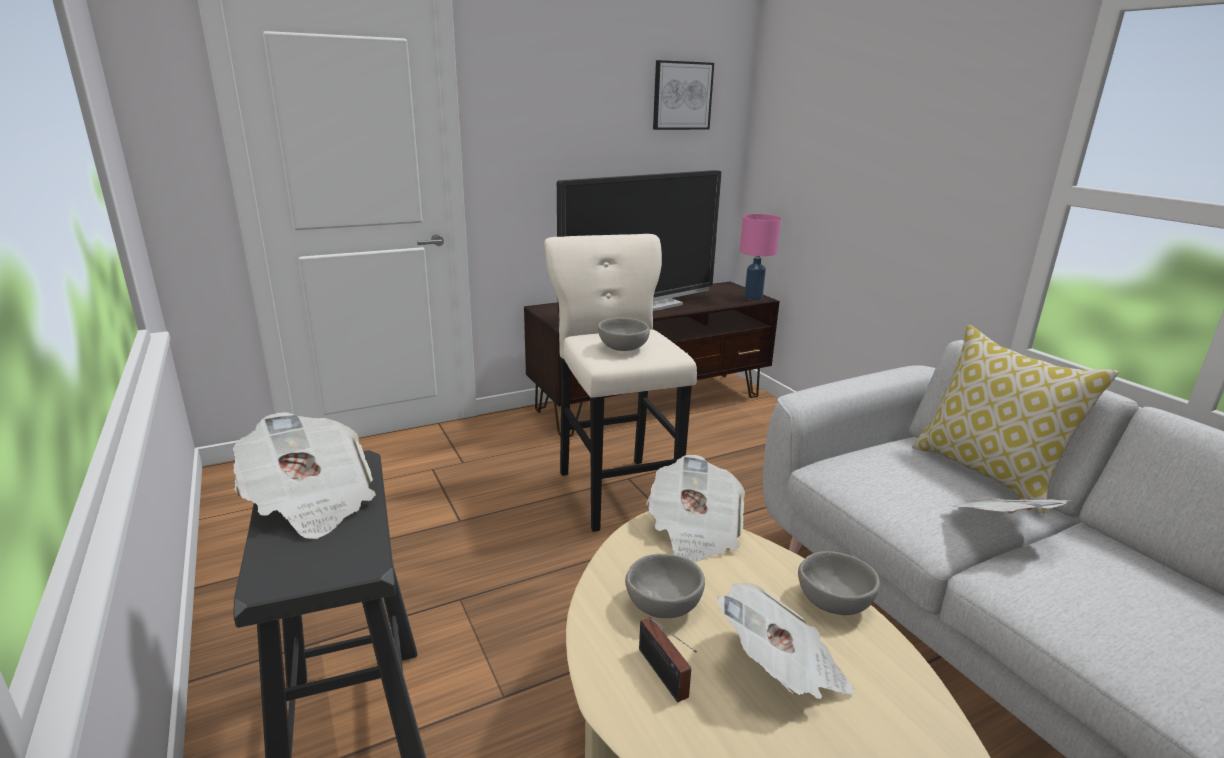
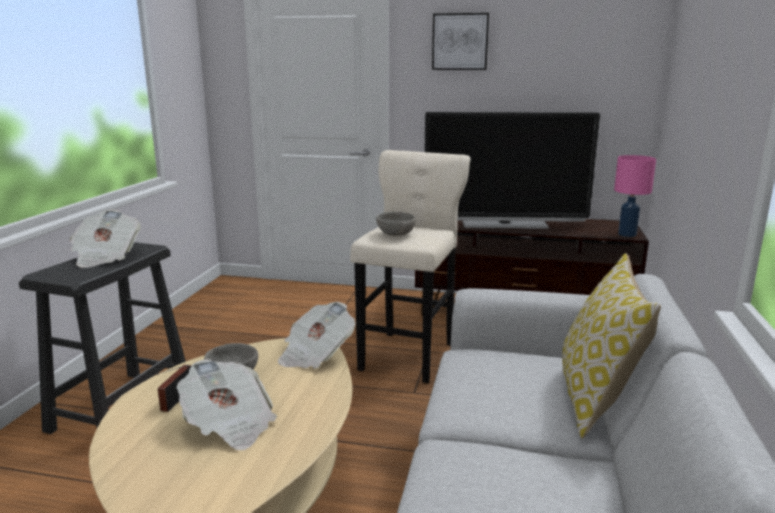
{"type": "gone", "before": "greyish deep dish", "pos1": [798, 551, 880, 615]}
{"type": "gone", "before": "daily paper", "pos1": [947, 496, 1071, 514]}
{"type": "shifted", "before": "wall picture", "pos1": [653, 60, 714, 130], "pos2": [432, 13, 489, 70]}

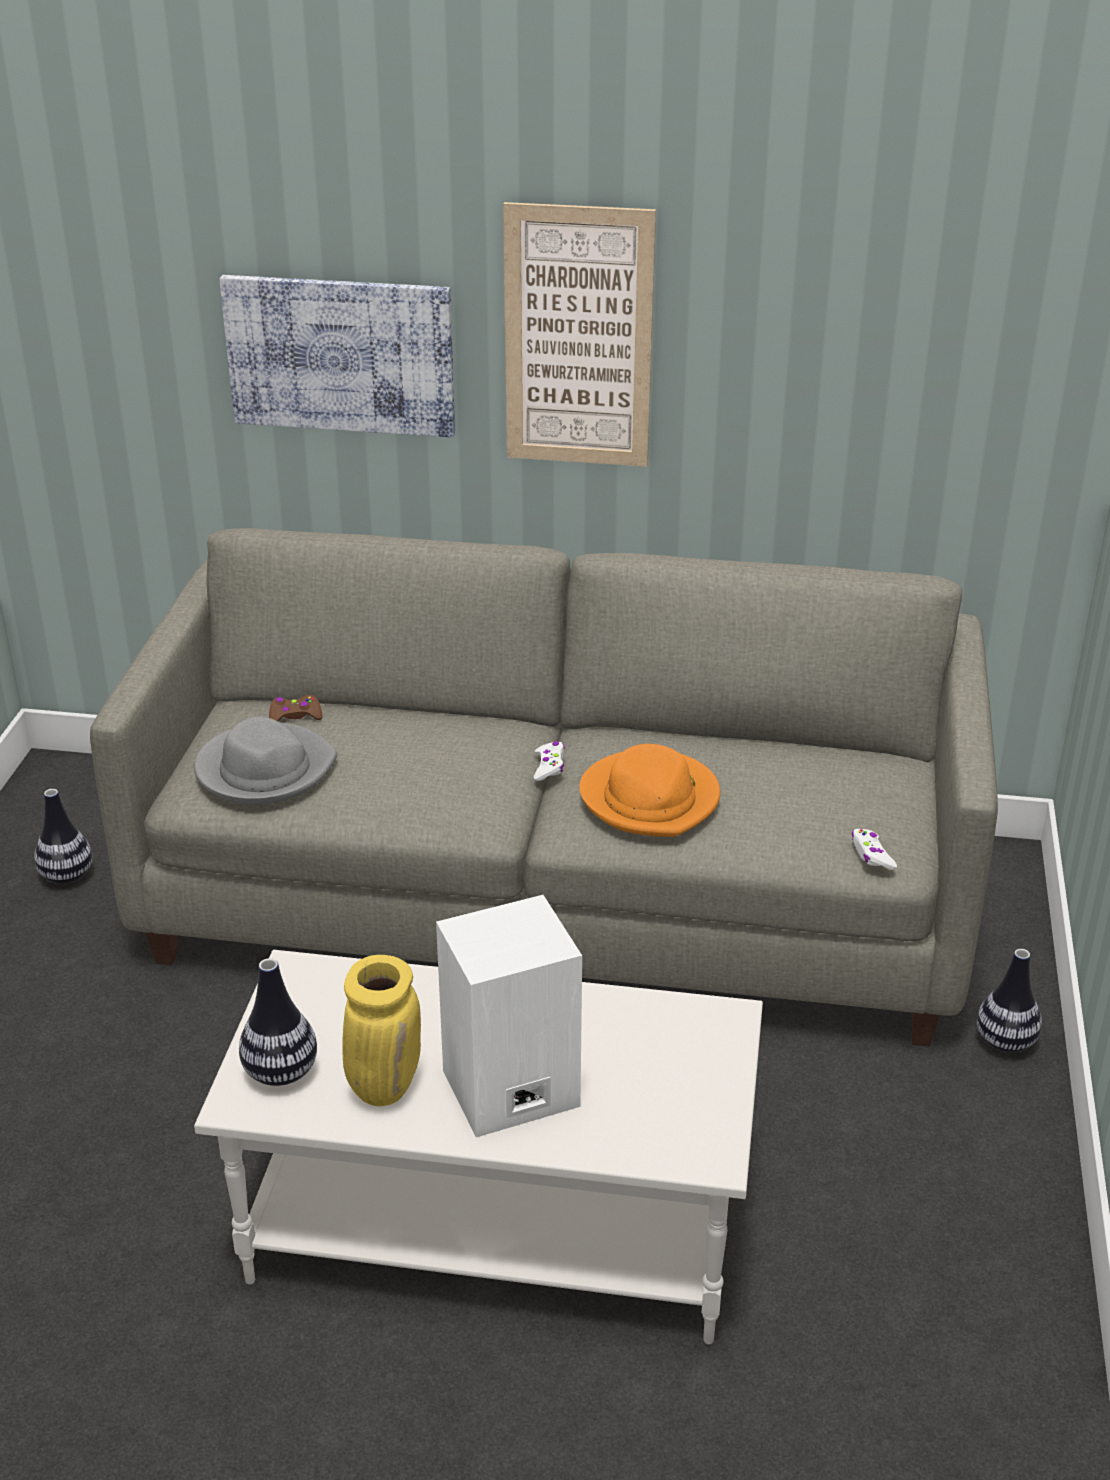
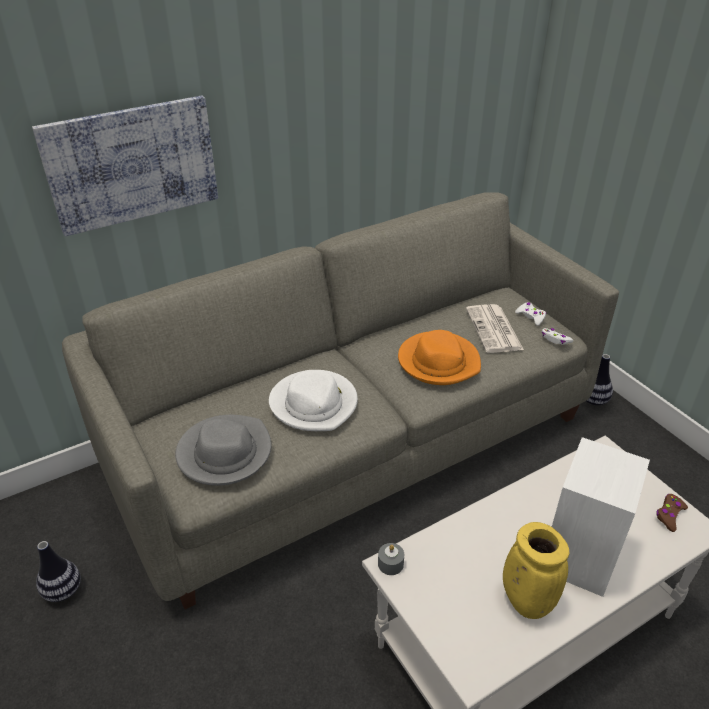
{"type": "gone", "before": "decorative vase", "pos1": [239, 958, 317, 1086]}
{"type": "gone", "before": "wall picture", "pos1": [503, 202, 656, 467]}
{"type": "new", "after": "white clothing hat", "pos2": [269, 370, 358, 431]}
{"type": "new", "after": "greyish wax light", "pos2": [378, 543, 404, 575]}
{"type": "new", "after": "daily paper", "pos2": [466, 304, 524, 353]}
{"type": "shifted", "before": "brown game controller", "pos1": [269, 695, 322, 721], "pos2": [656, 494, 688, 532]}
{"type": "shifted", "before": "white game controller", "pos1": [534, 741, 565, 781], "pos2": [515, 302, 546, 326]}

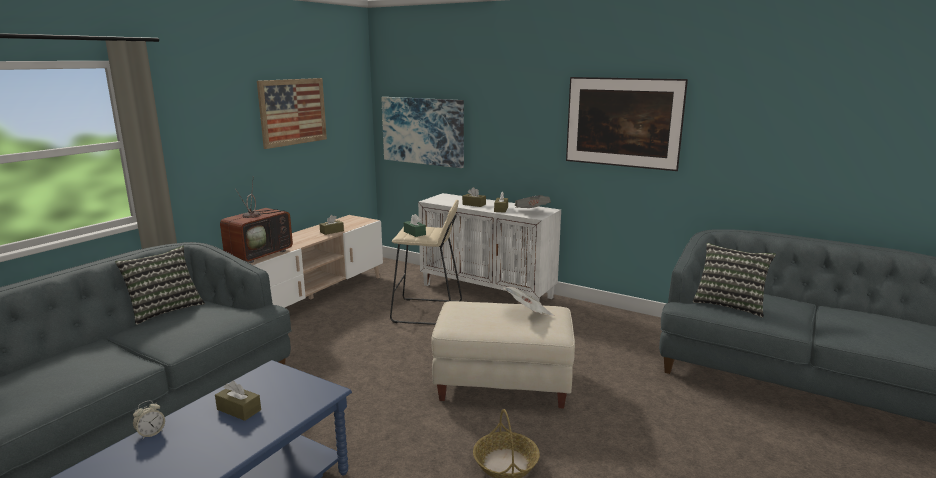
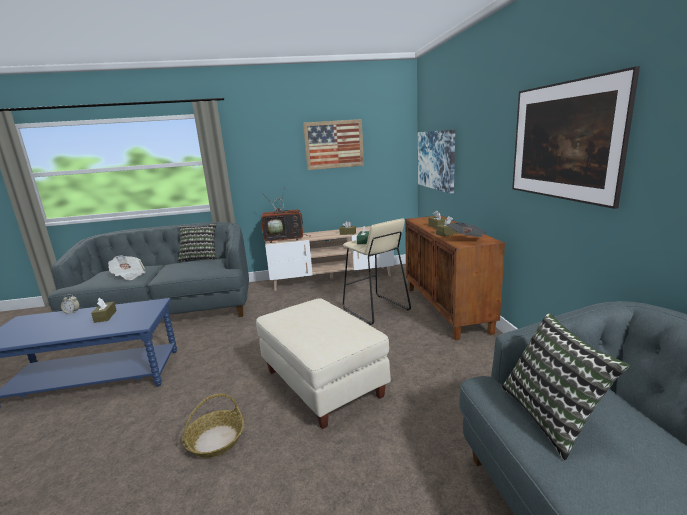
{"type": "shifted", "before": "daily paper", "pos1": [504, 287, 555, 316], "pos2": [108, 255, 145, 280]}
{"type": "repainted", "before": "white cupboard", "after": "brown cupboard", "pos1": [418, 193, 561, 302], "pos2": [405, 215, 505, 340]}

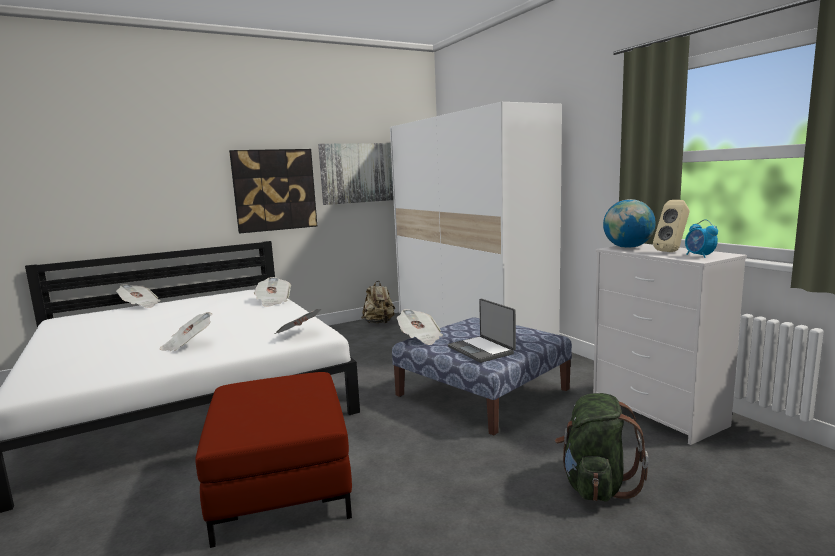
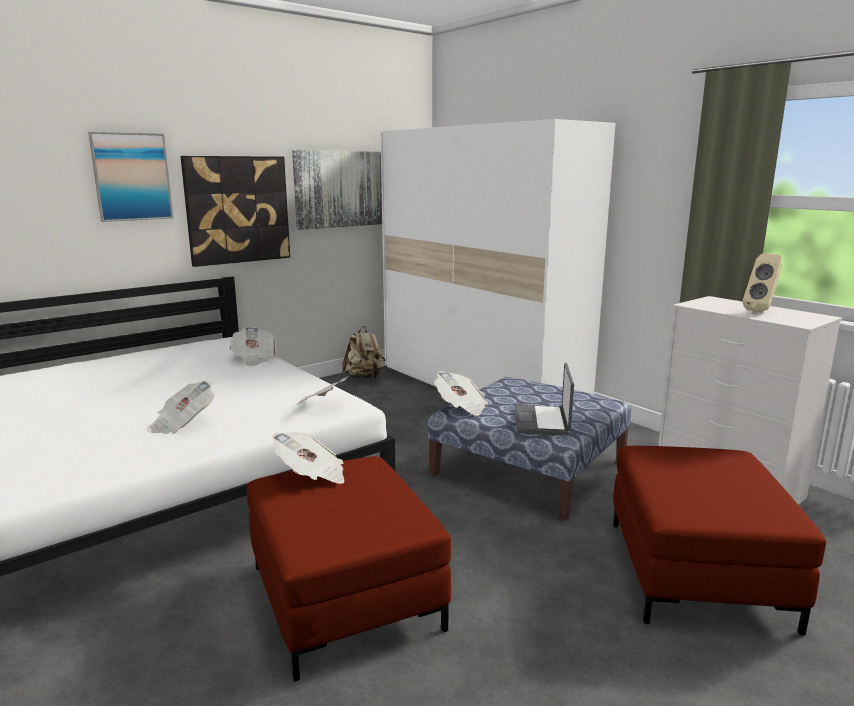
{"type": "gone", "before": "world globe", "pos1": [603, 199, 656, 248]}
{"type": "gone", "before": "table clock", "pos1": [685, 219, 718, 258]}
{"type": "new", "after": "wall picture", "pos2": [88, 132, 174, 222]}
{"type": "shifted", "before": "daily paper", "pos1": [116, 284, 161, 308], "pos2": [272, 432, 344, 484]}
{"type": "swapped", "before": "greenish rucksack", "after": "red-coloured footrest", "pos1": [555, 393, 649, 501], "pos2": [613, 446, 826, 635]}
{"type": "rotated", "before": "portable computer", "pos1": [448, 298, 516, 363], "pos2": [515, 363, 574, 435], "turn": 45}

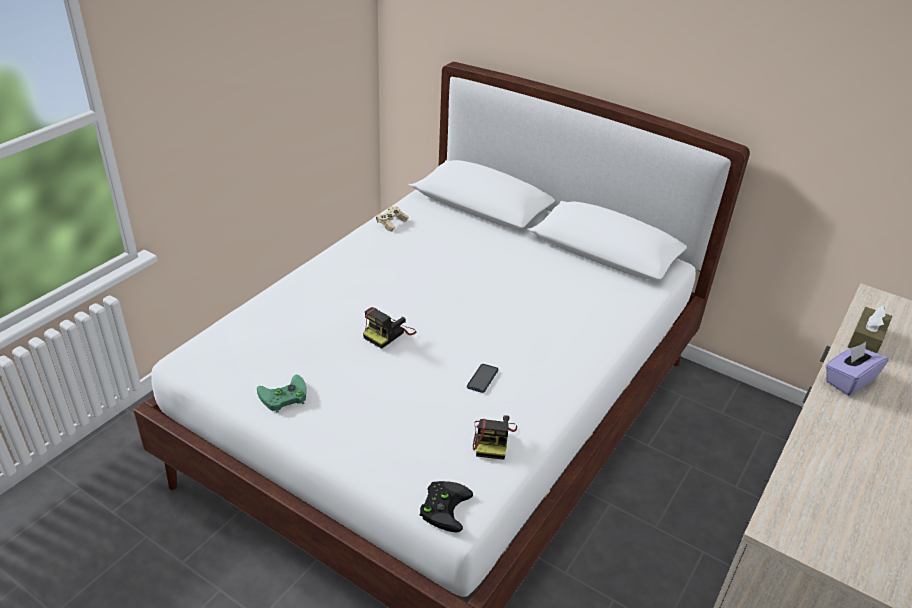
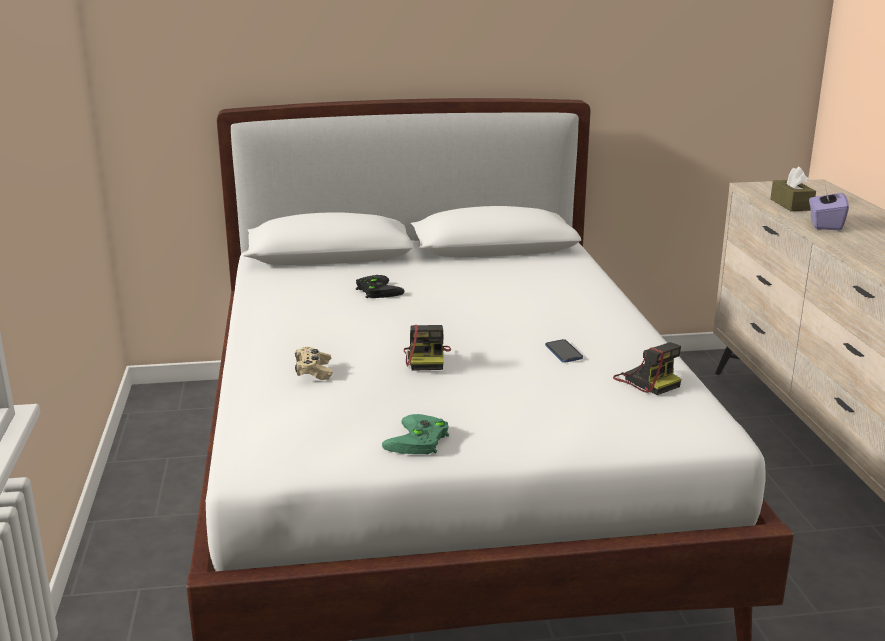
{"type": "shifted", "before": "beige game controller", "pos1": [376, 206, 409, 232], "pos2": [295, 347, 333, 380]}
{"type": "shifted", "before": "black game controller", "pos1": [420, 481, 473, 532], "pos2": [356, 275, 404, 298]}

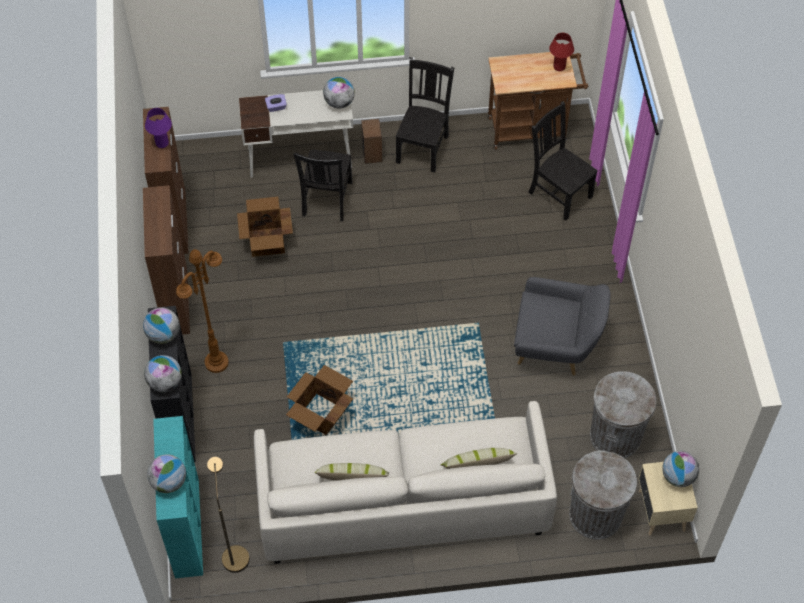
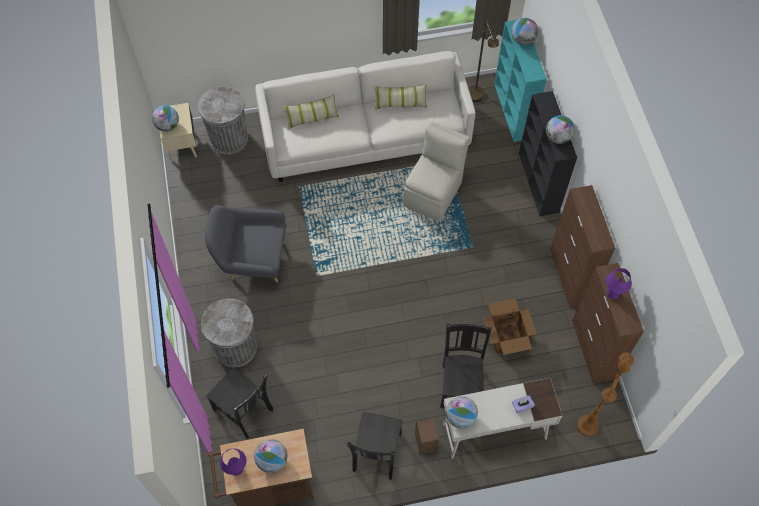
{"type": "shifted", "before": "world globe", "pos1": [144, 355, 182, 392], "pos2": [254, 439, 287, 473]}
{"type": "shifted", "before": "brown floor lamp", "pos1": [176, 249, 229, 373], "pos2": [577, 352, 634, 436]}
{"type": "shifted", "before": "greyish trash can", "pos1": [590, 371, 656, 458], "pos2": [201, 298, 257, 368]}
{"type": "swapped", "before": "packing box", "after": "beige upright chair", "pos1": [286, 365, 353, 435], "pos2": [403, 122, 470, 221]}
{"type": "repainted", "before": "red-coloured lamp for a table", "after": "purple-coloured lamp for a table", "pos1": [549, 33, 574, 71], "pos2": [220, 449, 247, 476]}

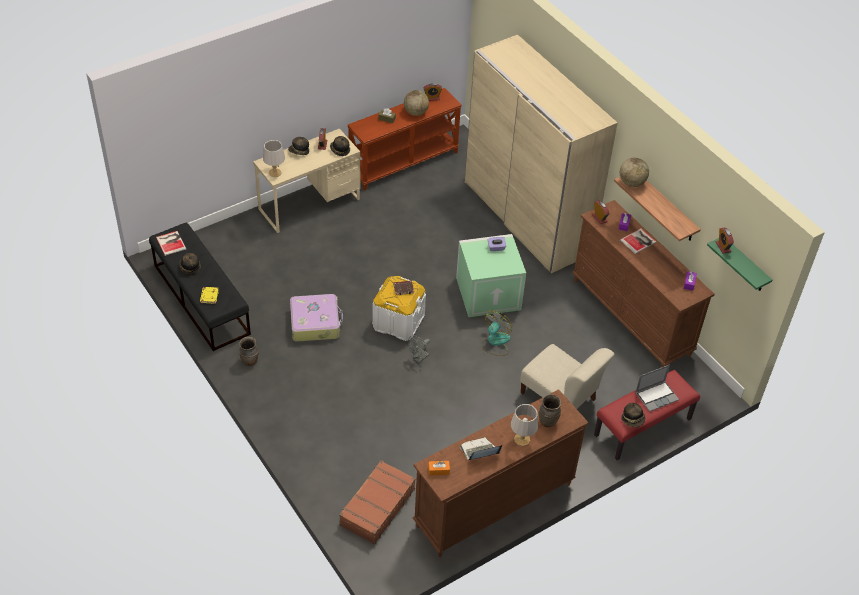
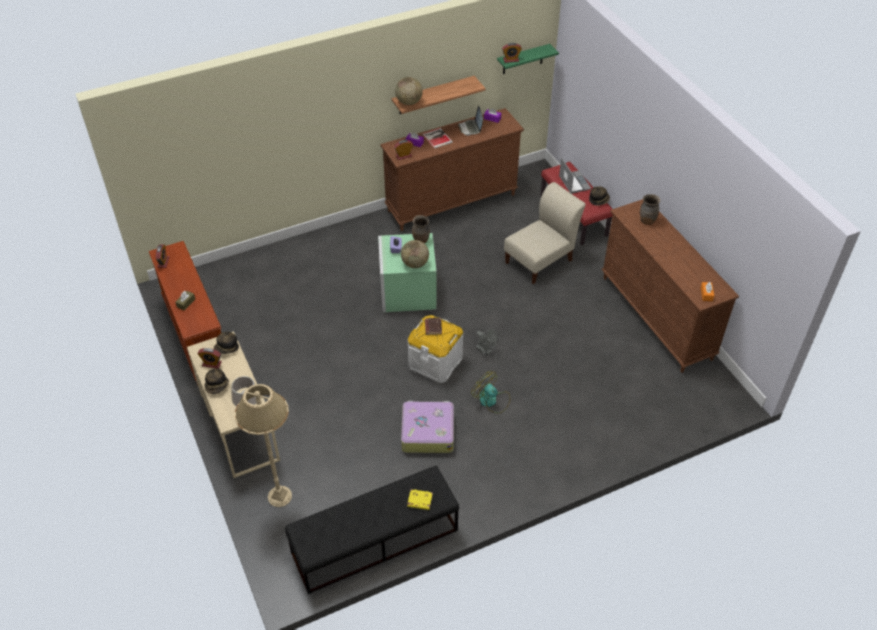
{"type": "gone", "before": "bound book", "pos1": [156, 231, 186, 256]}
{"type": "gone", "before": "clothing hat", "pos1": [179, 253, 201, 275]}
{"type": "gone", "before": "brown travel case", "pos1": [339, 460, 416, 544]}
{"type": "gone", "before": "beige clothes cupboard", "pos1": [464, 35, 618, 273]}
{"type": "gone", "before": "greyish lamp for a table", "pos1": [511, 404, 538, 446]}
{"type": "new", "after": "beige floor lamp", "pos2": [235, 384, 292, 507]}
{"type": "shifted", "before": "brown decorative vase", "pos1": [239, 337, 258, 366], "pos2": [412, 215, 430, 243]}
{"type": "shifted", "before": "world globe", "pos1": [404, 90, 429, 116], "pos2": [401, 240, 429, 268]}
{"type": "shifted", "before": "portable computer", "pos1": [460, 437, 502, 460], "pos2": [458, 106, 483, 136]}
{"type": "shifted", "before": "cooling fan", "pos1": [482, 310, 512, 356], "pos2": [471, 371, 510, 413]}

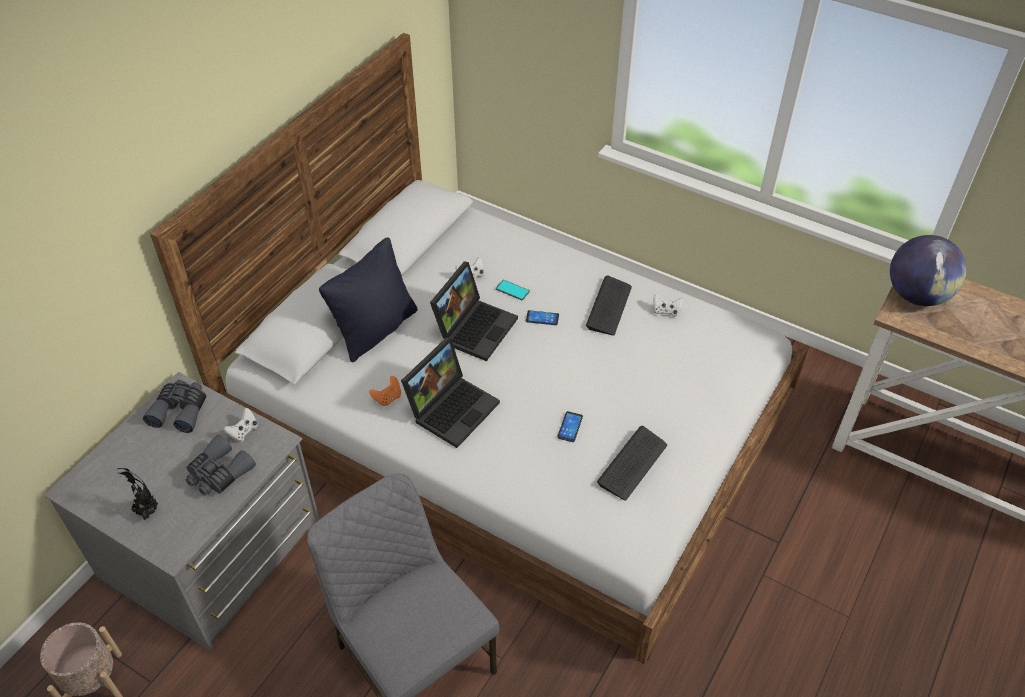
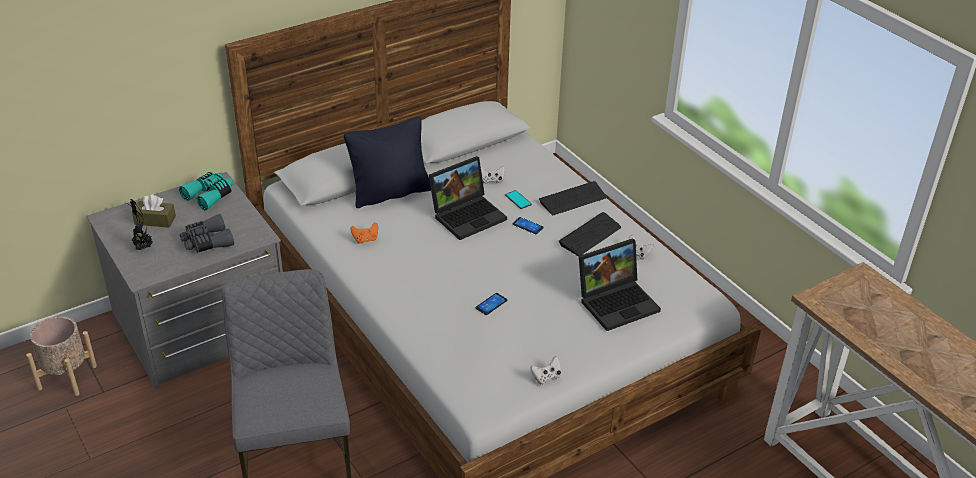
{"type": "gone", "before": "world globe", "pos1": [890, 235, 967, 306]}
{"type": "new", "after": "brown tissue box", "pos2": [132, 194, 176, 228]}
{"type": "shifted", "before": "white game controller", "pos1": [223, 408, 258, 442], "pos2": [530, 356, 561, 384]}
{"type": "shifted", "before": "portable computer", "pos1": [401, 337, 500, 448], "pos2": [579, 238, 661, 331]}
{"type": "shifted", "before": "computer keyboard", "pos1": [597, 426, 667, 501], "pos2": [539, 181, 606, 215]}
{"type": "repainted", "before": "greyish field glasses", "after": "turquoise-coloured field glasses", "pos1": [143, 380, 207, 433], "pos2": [179, 172, 233, 211]}

